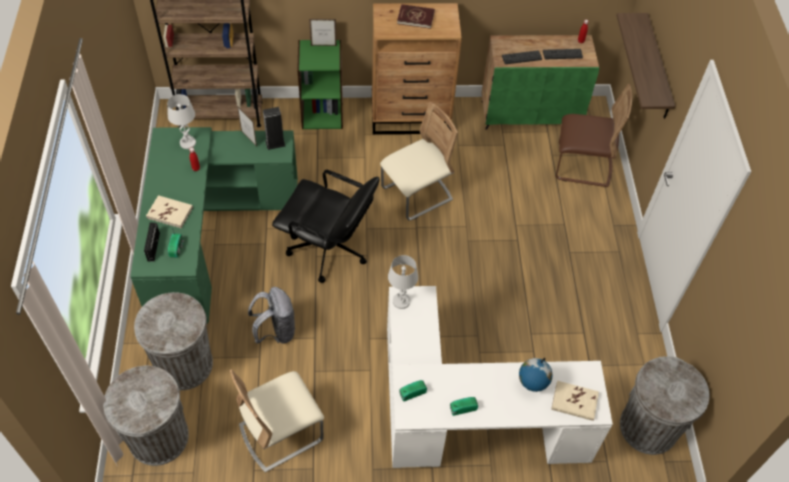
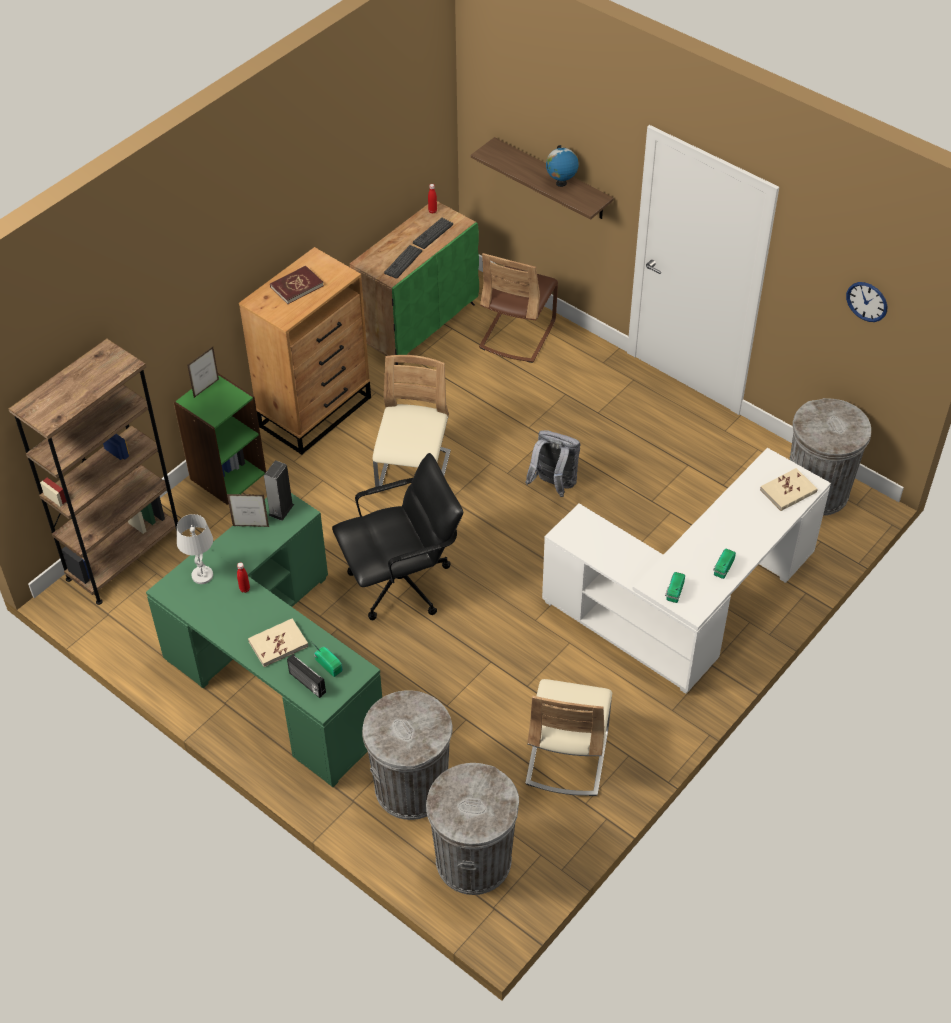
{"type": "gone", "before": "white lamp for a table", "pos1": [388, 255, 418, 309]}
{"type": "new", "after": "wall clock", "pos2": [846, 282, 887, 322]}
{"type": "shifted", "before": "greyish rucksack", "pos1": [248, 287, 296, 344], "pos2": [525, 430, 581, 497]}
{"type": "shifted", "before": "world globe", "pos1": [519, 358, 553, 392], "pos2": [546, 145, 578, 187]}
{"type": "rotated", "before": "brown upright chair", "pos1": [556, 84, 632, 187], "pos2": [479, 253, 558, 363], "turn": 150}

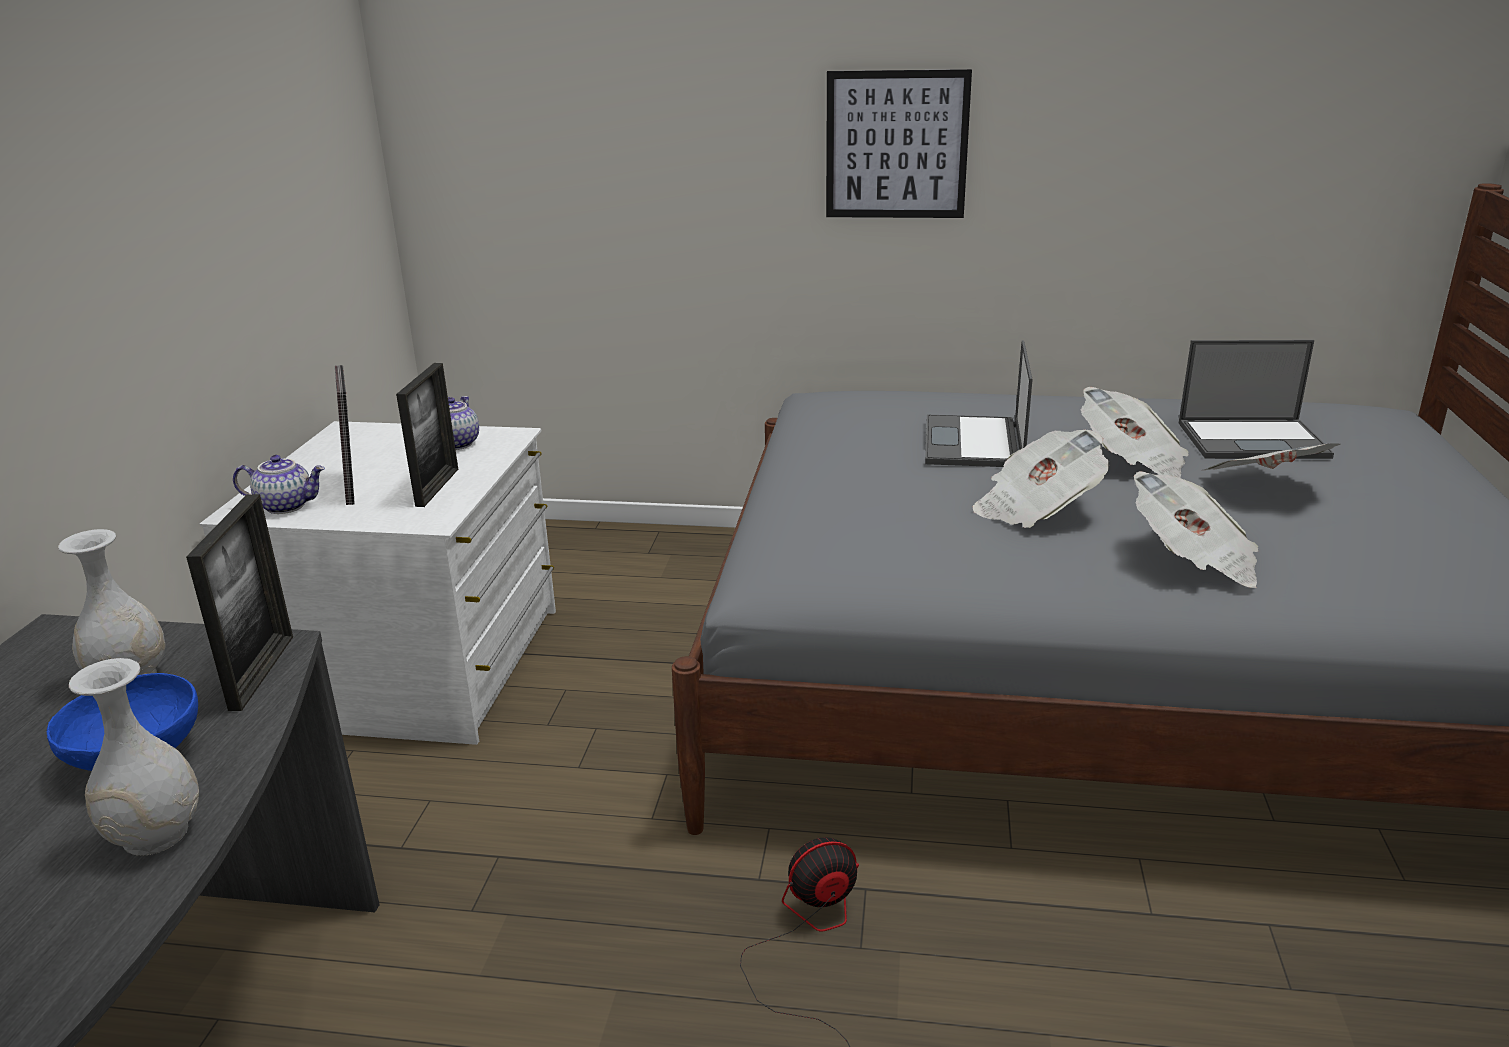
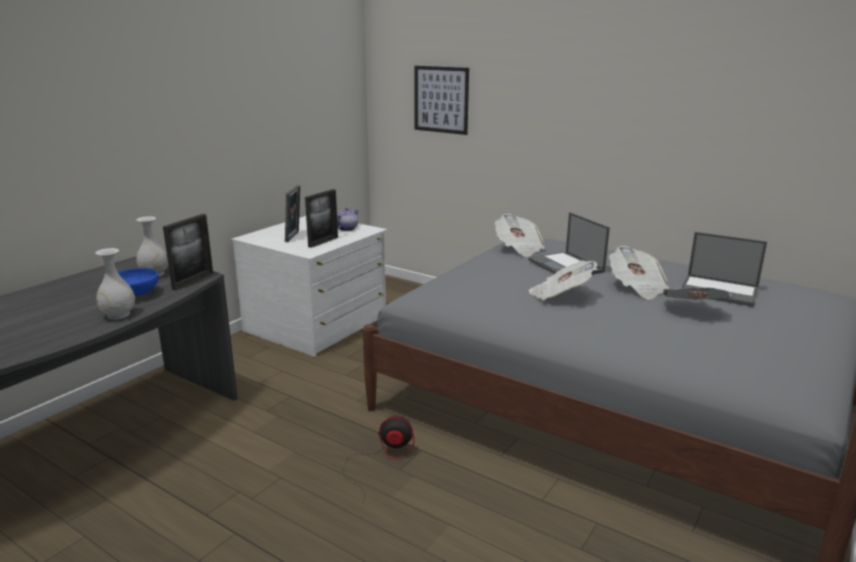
{"type": "gone", "before": "tea pot", "pos1": [233, 455, 325, 514]}
{"type": "shifted", "before": "wall picture", "pos1": [826, 69, 972, 218], "pos2": [414, 66, 469, 135]}
{"type": "shifted", "before": "daily paper", "pos1": [1134, 471, 1258, 588], "pos2": [495, 214, 545, 257]}
{"type": "rotated", "before": "portable computer", "pos1": [925, 340, 1033, 467], "pos2": [528, 212, 610, 275], "turn": -60}

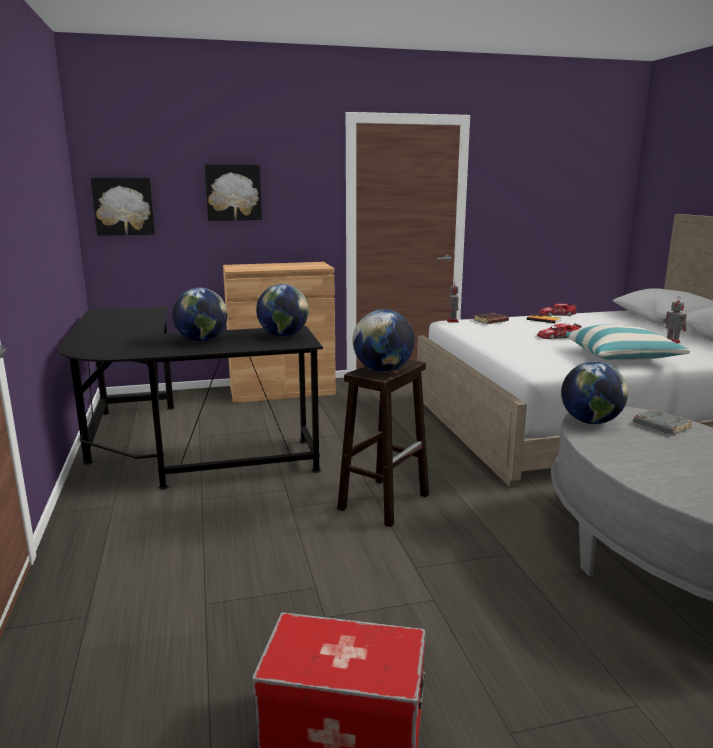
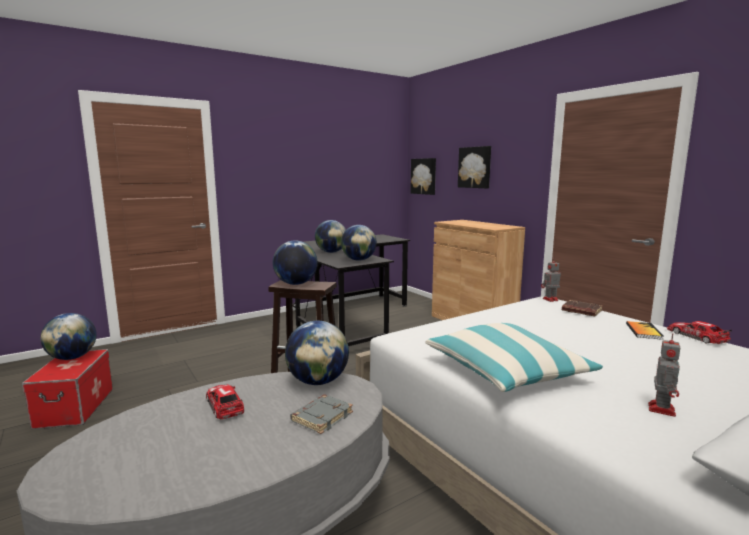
{"type": "new", "after": "world globe", "pos2": [40, 313, 97, 360]}
{"type": "shifted", "before": "toy car", "pos1": [537, 323, 582, 340], "pos2": [206, 384, 244, 420]}

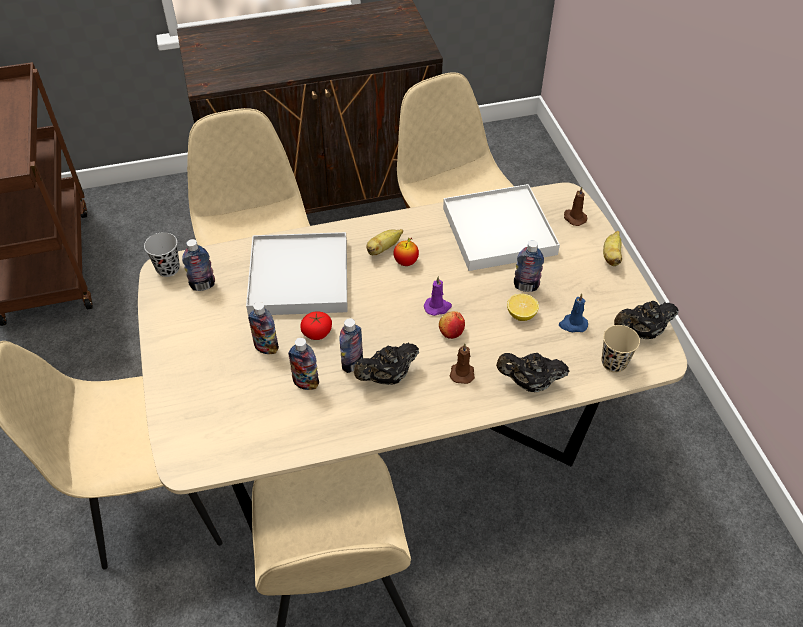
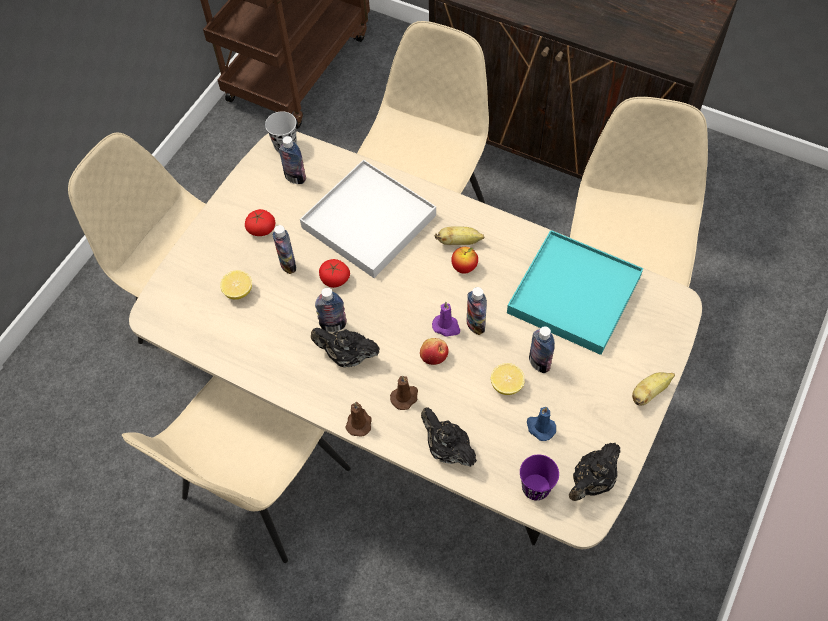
{"type": "new", "after": "citrus fruit", "pos2": [220, 270, 252, 300]}
{"type": "new", "after": "tomato", "pos2": [245, 209, 275, 236]}
{"type": "shifted", "before": "bottle", "pos1": [288, 338, 319, 390], "pos2": [467, 287, 487, 335]}
{"type": "shifted", "before": "brown wax light", "pos1": [564, 187, 587, 226], "pos2": [345, 402, 372, 437]}
{"type": "repainted", "before": "white carrying tray", "after": "turquoise-coloured carrying tray", "pos1": [443, 184, 560, 271], "pos2": [507, 230, 643, 355]}
{"type": "repainted", "before": "beige drinking cup", "after": "purple-coloured drinking cup", "pos1": [601, 325, 640, 373], "pos2": [520, 455, 559, 500]}
{"type": "rotated", "before": "black tea pot", "pos1": [614, 301, 679, 339], "pos2": [569, 443, 620, 501], "turn": -75}

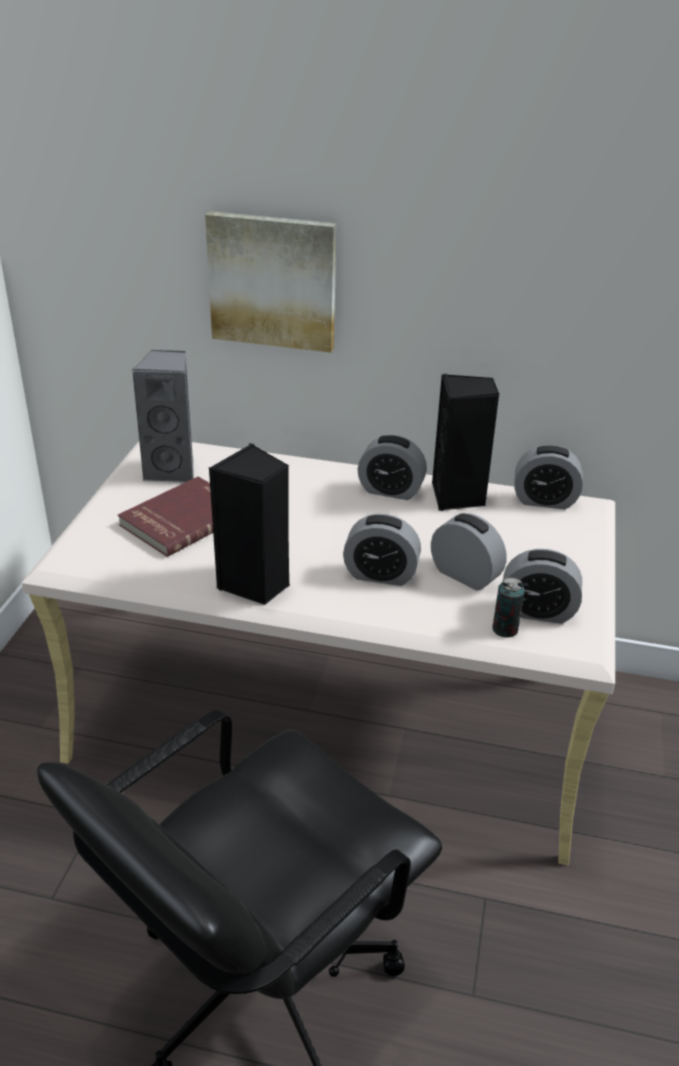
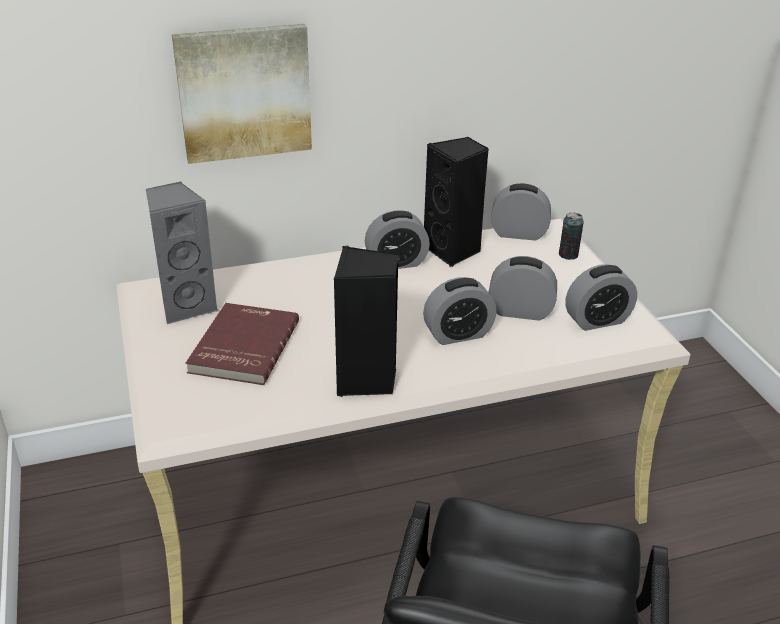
{"type": "shifted", "before": "sealed can", "pos1": [493, 578, 525, 638], "pos2": [559, 212, 584, 260]}
{"type": "rotated", "before": "table clock", "pos1": [514, 445, 583, 509], "pos2": [491, 183, 551, 241], "turn": -150}

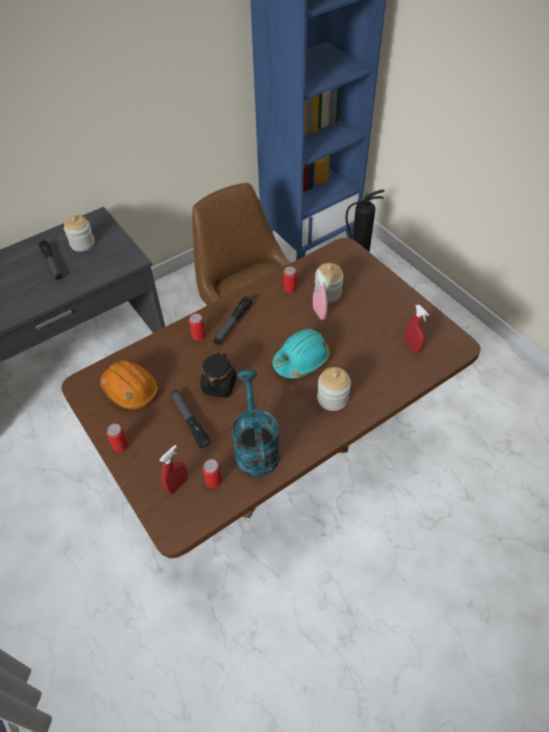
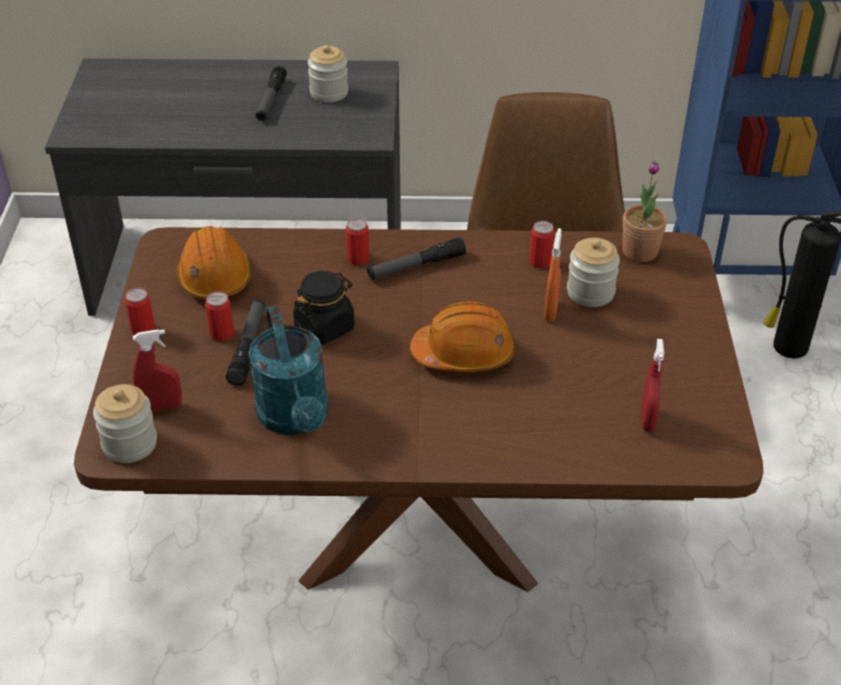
{"type": "new", "after": "potted plant", "pos2": [622, 161, 667, 262]}
{"type": "shifted", "before": "sealed can", "pos1": [202, 459, 222, 488], "pos2": [205, 291, 234, 341]}
{"type": "shifted", "before": "preserve jar", "pos1": [317, 367, 351, 411], "pos2": [93, 384, 157, 463]}
{"type": "repainted", "before": "turquoise-coloured safety helmet", "after": "orangey safety helmet", "pos1": [272, 329, 330, 379], "pos2": [410, 301, 516, 372]}
{"type": "repainted", "before": "pink hand sprayer", "after": "orangey hand sprayer", "pos1": [313, 269, 328, 320], "pos2": [544, 228, 562, 321]}
{"type": "rotated", "before": "turquoise-coloured watering can", "pos1": [232, 369, 280, 477], "pos2": [248, 306, 328, 436], "turn": 135}

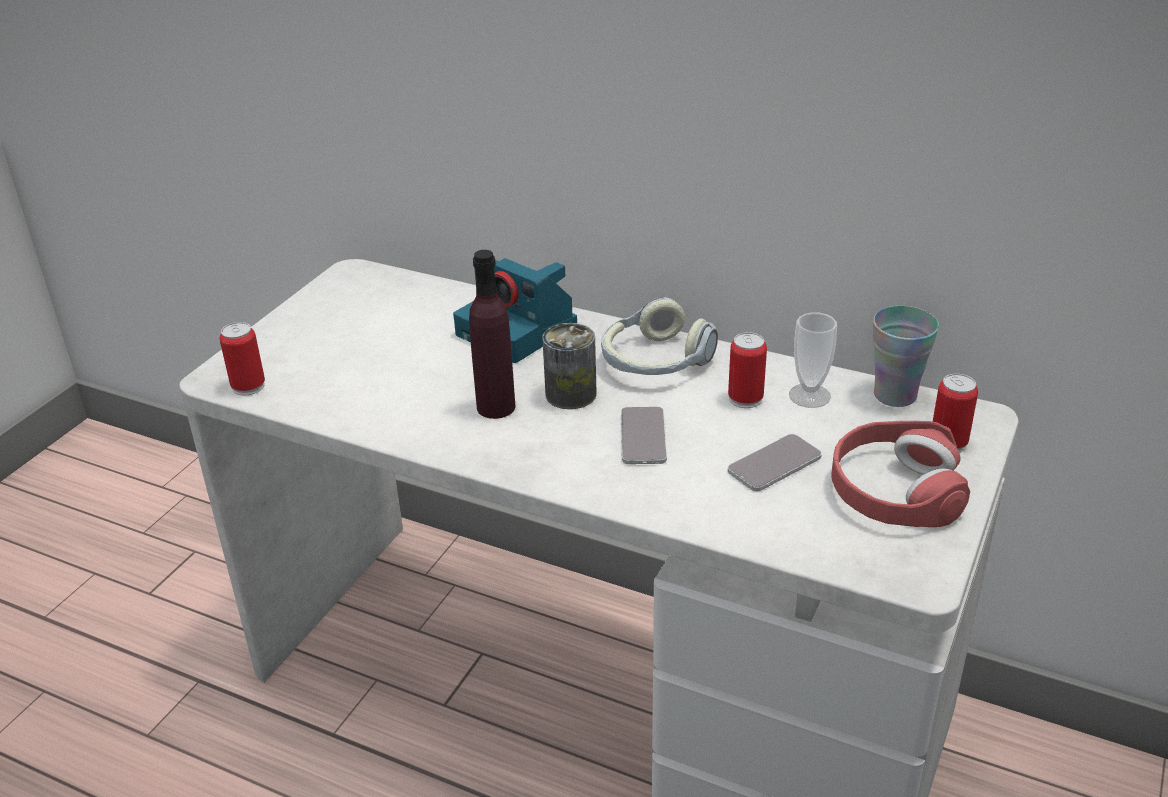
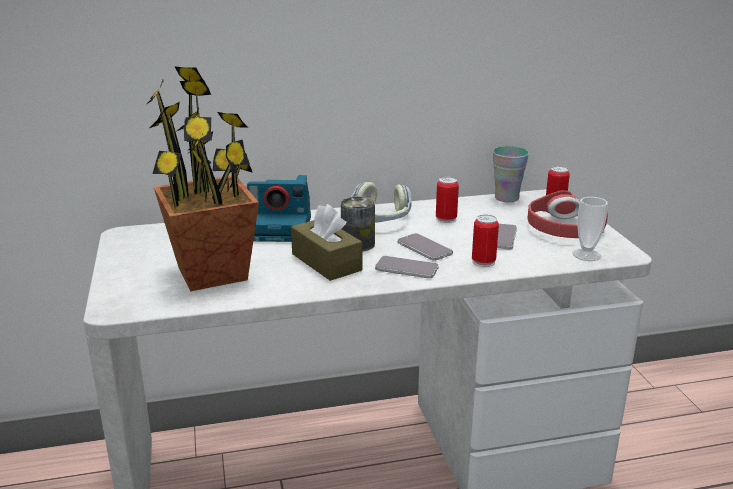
{"type": "new", "after": "potted plant", "pos2": [147, 66, 259, 291]}
{"type": "new", "after": "telephone", "pos2": [375, 256, 439, 278]}
{"type": "shifted", "before": "sealed can", "pos1": [220, 322, 265, 395], "pos2": [472, 215, 499, 267]}
{"type": "shifted", "before": "drinking cup", "pos1": [789, 312, 837, 408], "pos2": [573, 197, 608, 261]}
{"type": "swapped", "before": "purple-coloured bottle", "after": "brown tissue box", "pos1": [469, 250, 515, 419], "pos2": [291, 204, 362, 281]}

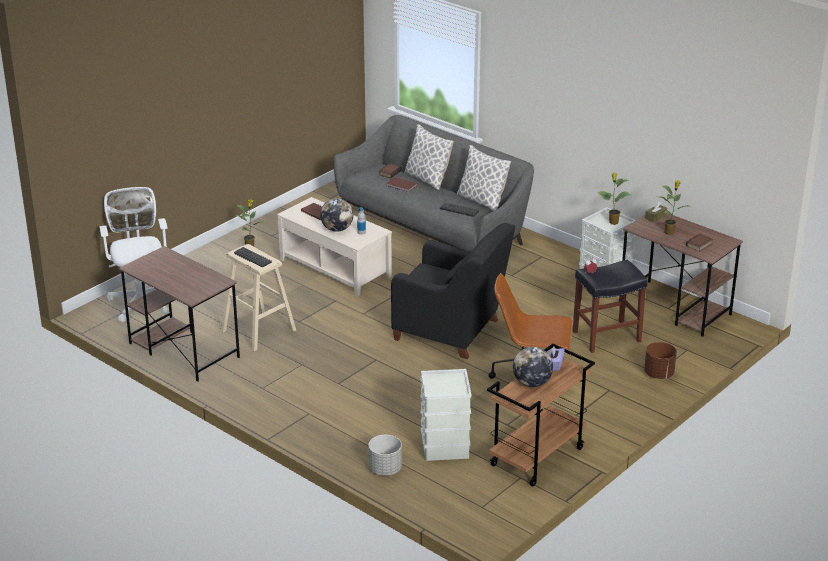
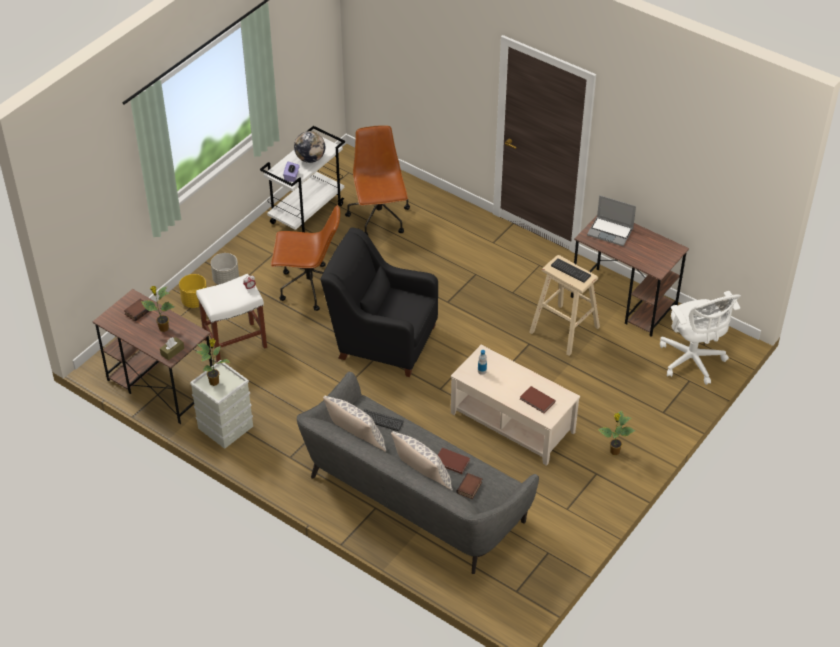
{"type": "gone", "before": "world globe", "pos1": [320, 198, 353, 232]}
{"type": "new", "after": "portable computer", "pos2": [587, 195, 636, 246]}
{"type": "shifted", "before": "greyish planter", "pos1": [369, 435, 402, 476], "pos2": [211, 253, 239, 285]}
{"type": "swapped", "before": "greyish storage container", "after": "brown office chair", "pos1": [420, 369, 471, 461], "pos2": [345, 125, 410, 235]}
{"type": "repainted", "before": "brown wheeled cart", "after": "white wheeled cart", "pos1": [487, 344, 595, 487], "pos2": [260, 126, 345, 232]}
{"type": "repainted", "before": "black stool", "after": "white stool", "pos1": [573, 260, 648, 353], "pos2": [196, 274, 267, 362]}
{"type": "repainted", "before": "brown planter", "after": "yellowish planter", "pos1": [644, 342, 677, 379], "pos2": [179, 274, 207, 308]}

